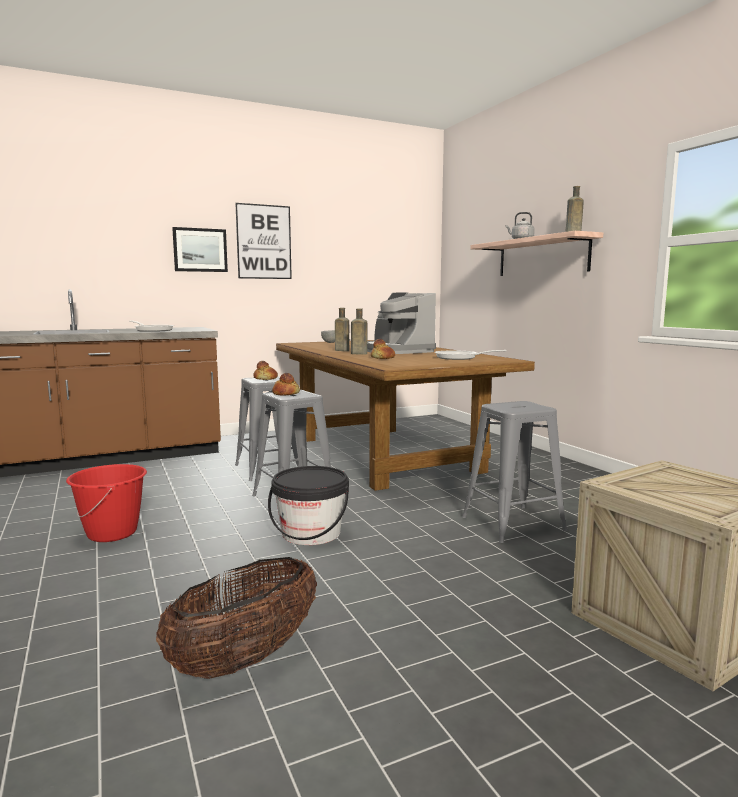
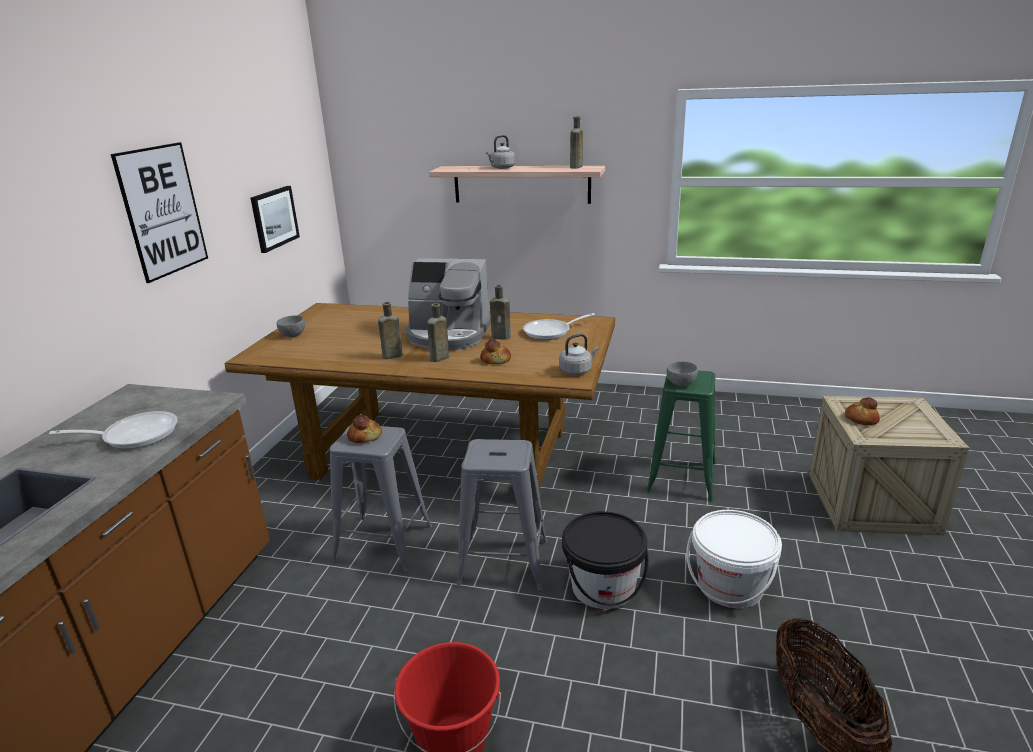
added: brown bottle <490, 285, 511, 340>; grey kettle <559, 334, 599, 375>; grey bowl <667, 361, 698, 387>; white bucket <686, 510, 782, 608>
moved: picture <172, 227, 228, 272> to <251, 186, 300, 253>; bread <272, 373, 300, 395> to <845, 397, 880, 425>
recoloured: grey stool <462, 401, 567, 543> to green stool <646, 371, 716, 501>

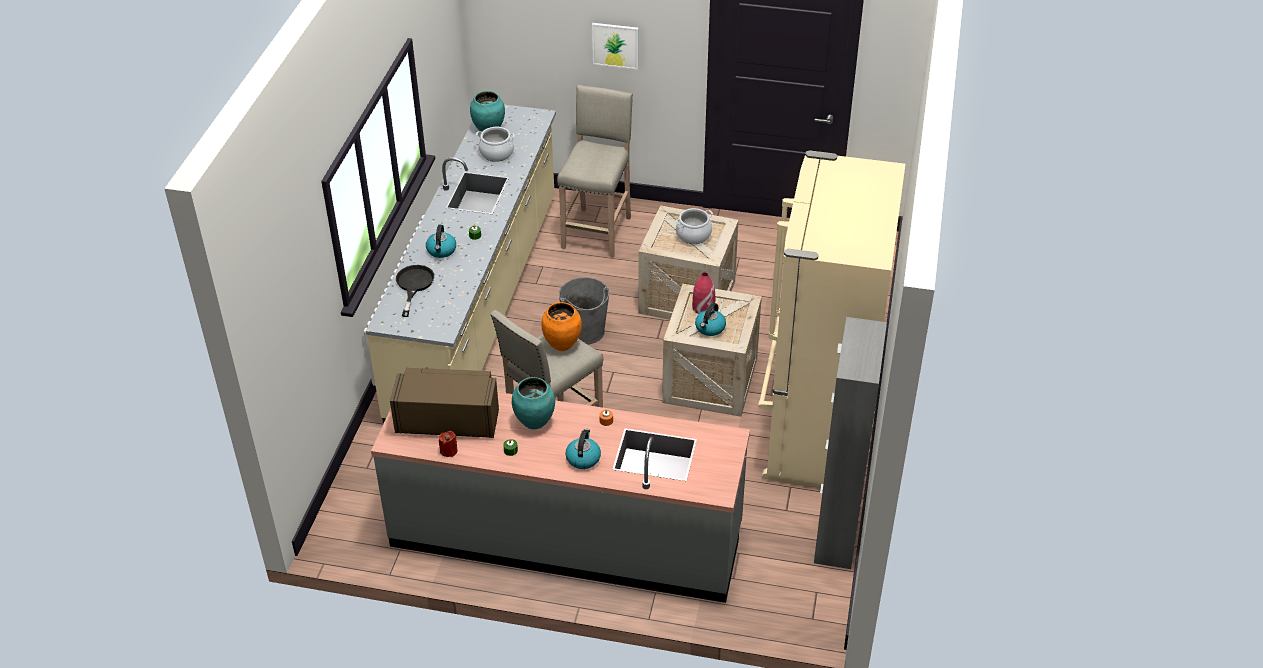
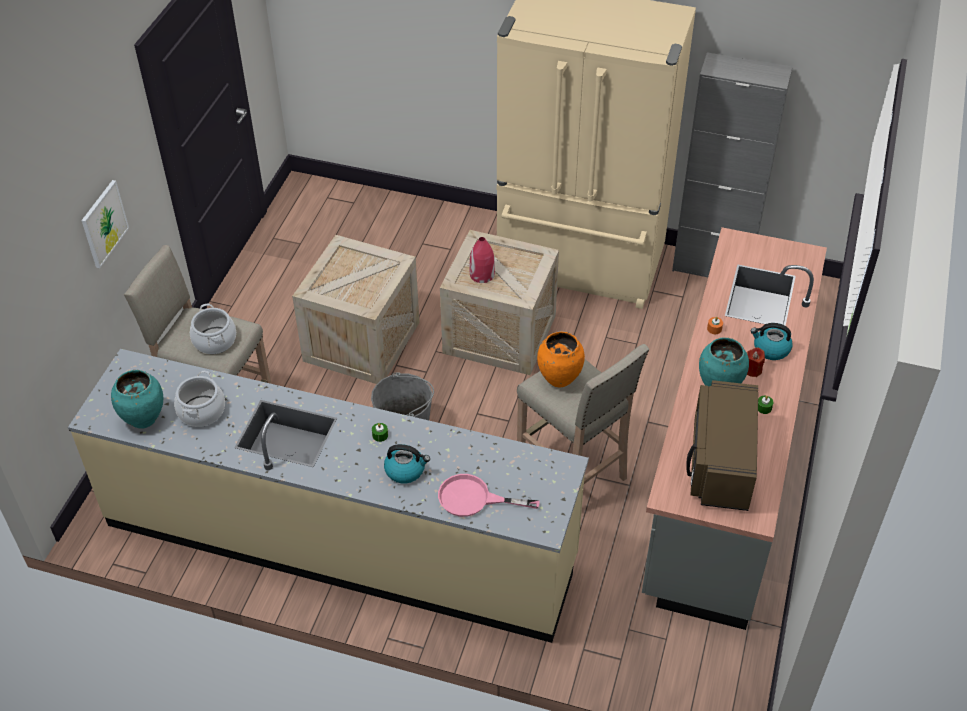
removed: kettle <695, 303, 726, 336>
moved: red candle <439, 431, 458, 457> to <747, 347, 765, 377>; cooking pot <675, 208, 713, 244> to <190, 303, 236, 354>
recoloured: black frying pan <396, 265, 434, 317> to pink frying pan <438, 474, 540, 517>

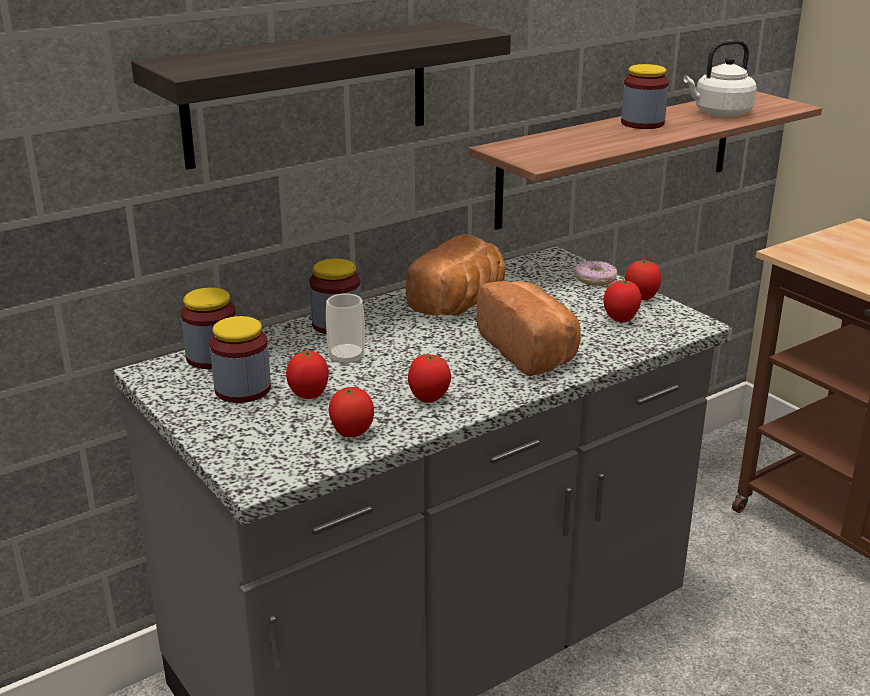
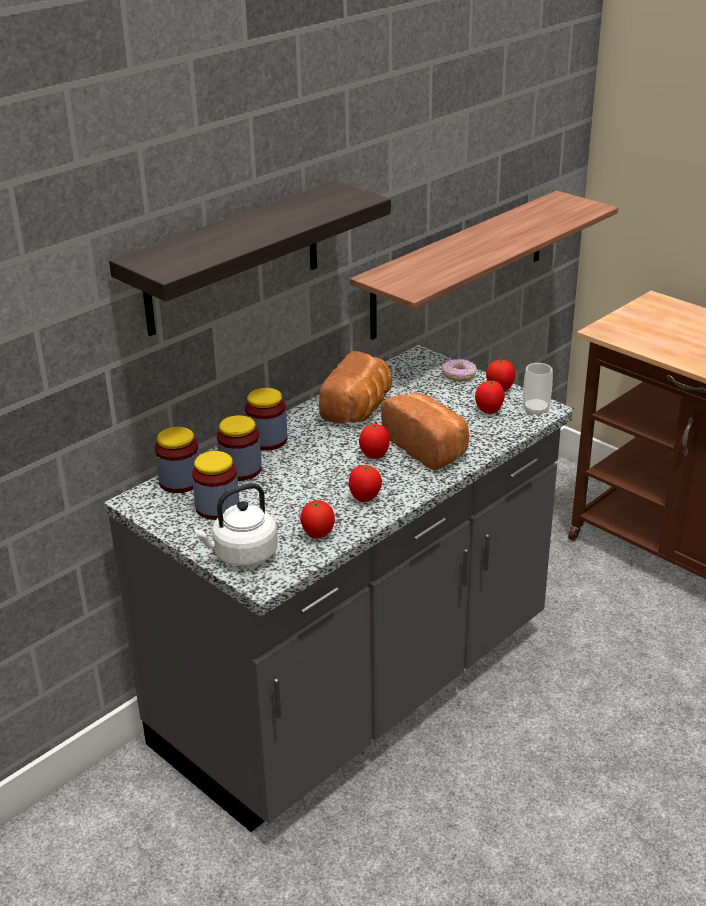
moved: tomato <286, 350, 329, 399> to <359, 423, 390, 459>; cup <326, 293, 365, 366> to <523, 363, 553, 416>; jar <621, 64, 669, 129> to <217, 415, 262, 481>; white kettle <683, 40, 757, 117> to <193, 483, 278, 567>

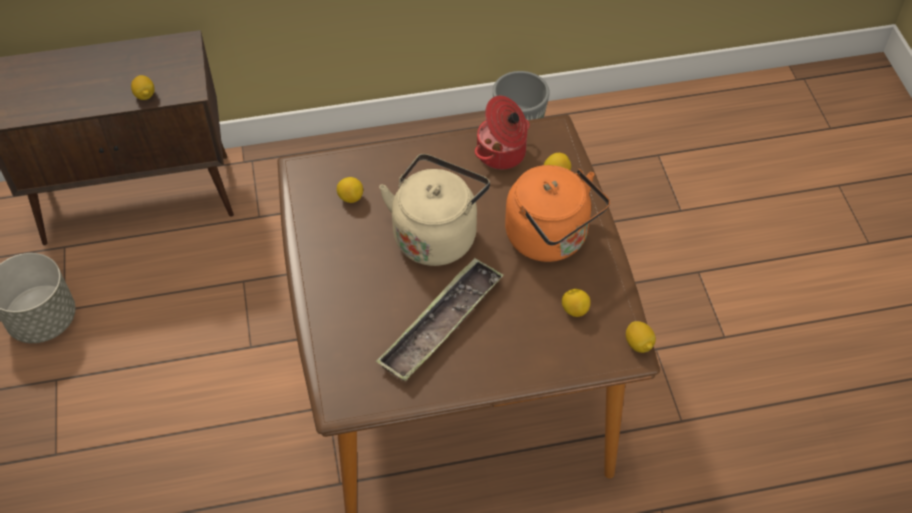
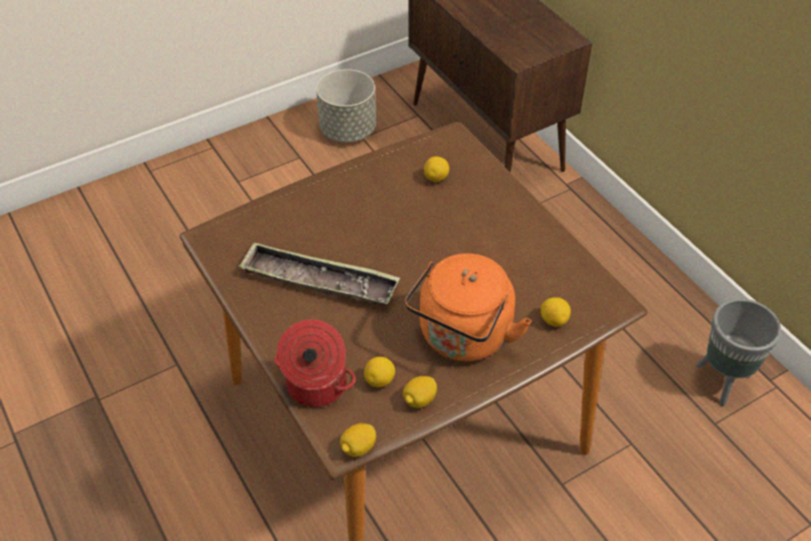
removed: beige kettle <379, 154, 490, 266>
moved: lemon <131, 75, 155, 100> to <403, 376, 437, 408>; cooking pot <475, 96, 530, 170> to <275, 319, 356, 407>

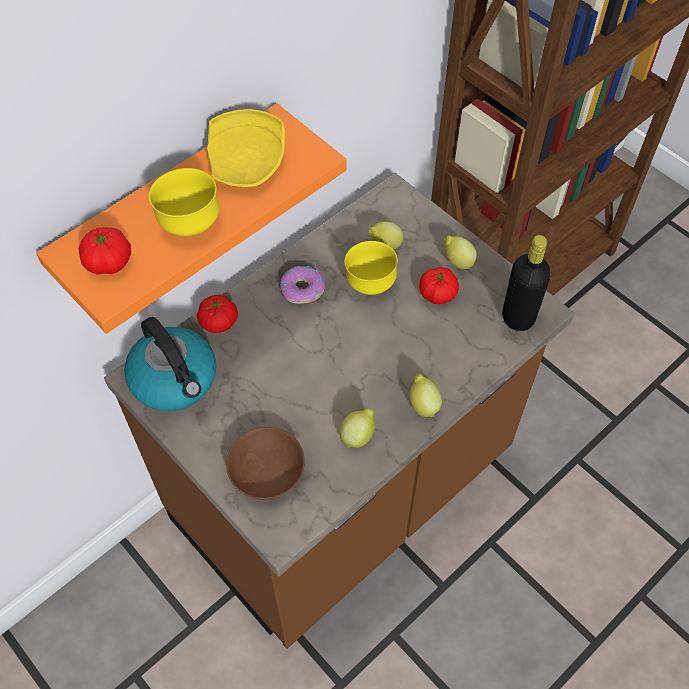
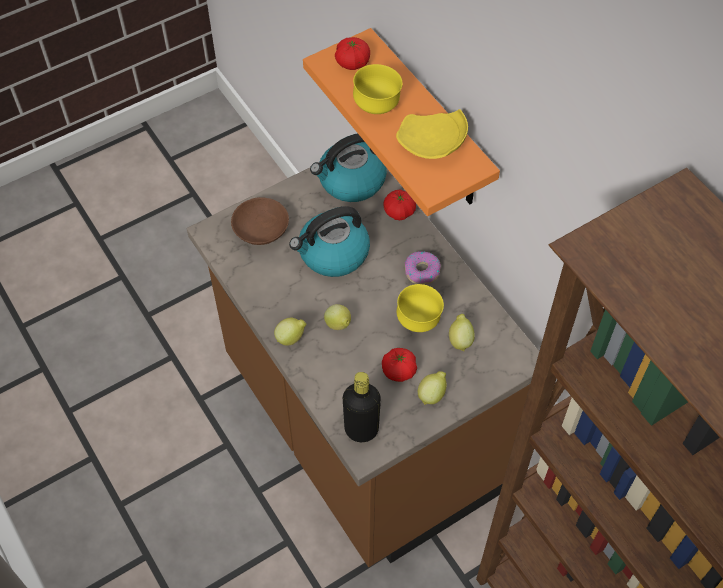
added: kettle <289, 206, 370, 277>
moved: lemon <340, 408, 375, 448> to <324, 304, 351, 330>

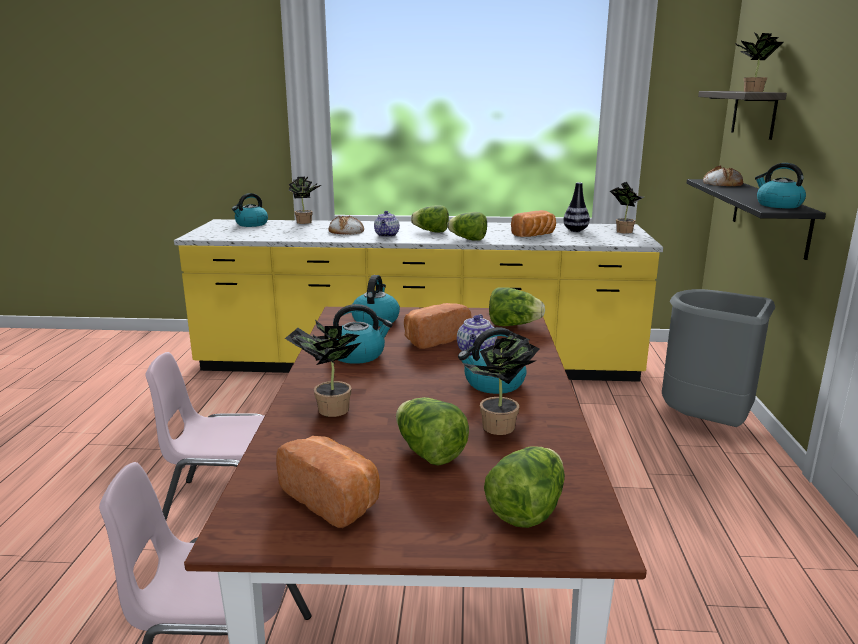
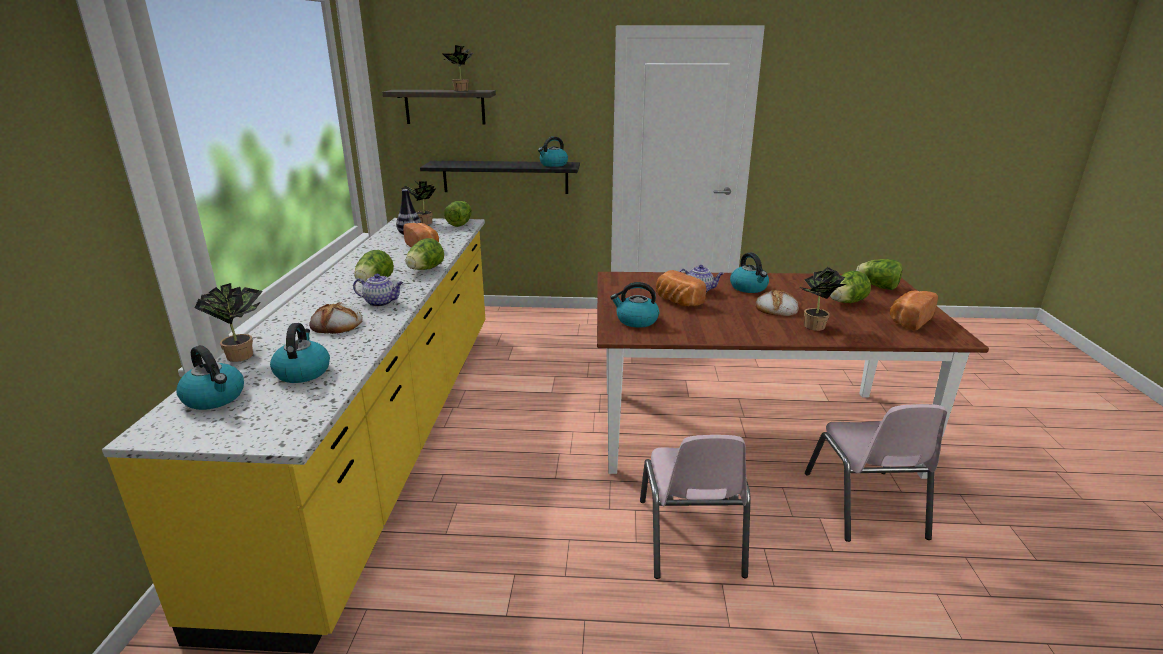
removed: potted plant <463, 332, 540, 435>; grey trash can <662, 289, 775, 427>
moved: kettle <333, 304, 393, 364> to <270, 323, 330, 383>; lettuce <489, 287, 545, 326> to <444, 201, 472, 227>; bread <703, 165, 743, 186> to <756, 289, 799, 316>

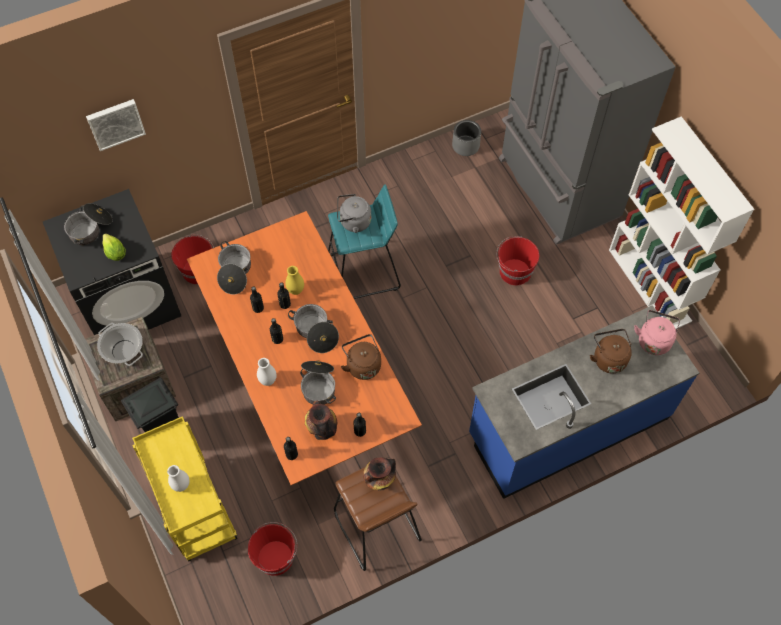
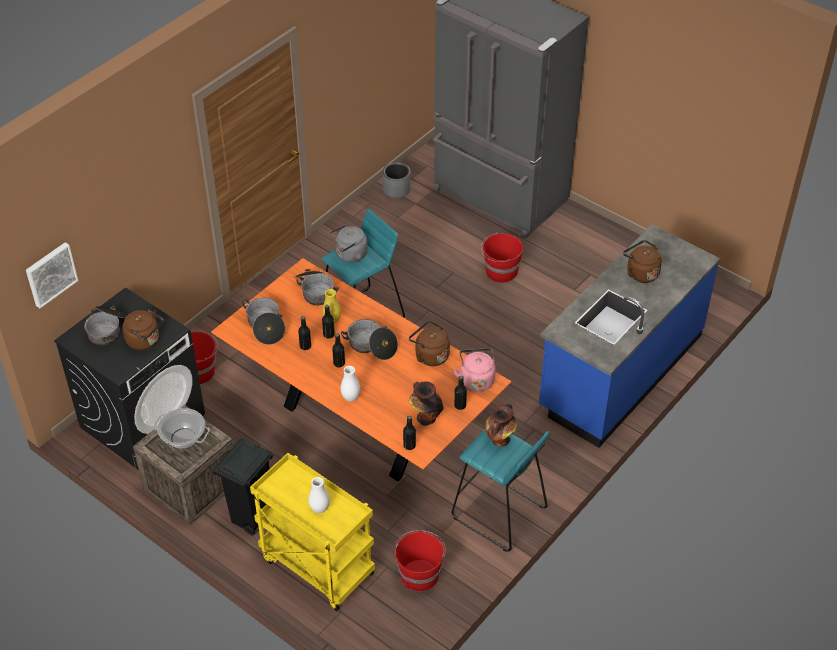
removed: white bookcase <609, 116, 754, 329>
moved: picture <86, 99, 146, 151> to <26, 242, 78, 308>; cooking pot <300, 361, 336, 405> to <294, 269, 339, 305>; pink kettle <634, 310, 680, 355> to <453, 348, 496, 392>
replaced: lettuce <102, 233, 126, 261> to brown kettle <122, 309, 164, 350>
recoloured: brown stool <334, 467, 422, 571> to turquoise stool <452, 429, 550, 552>

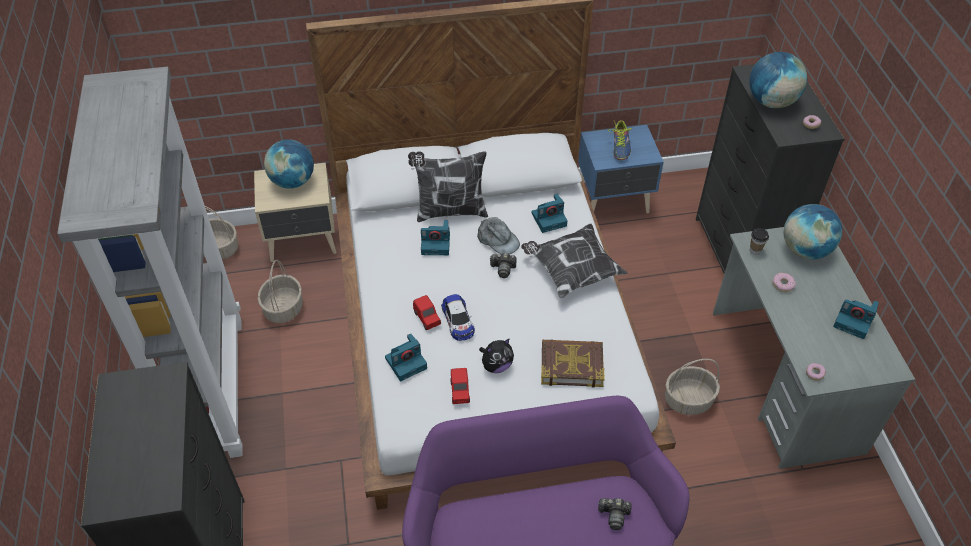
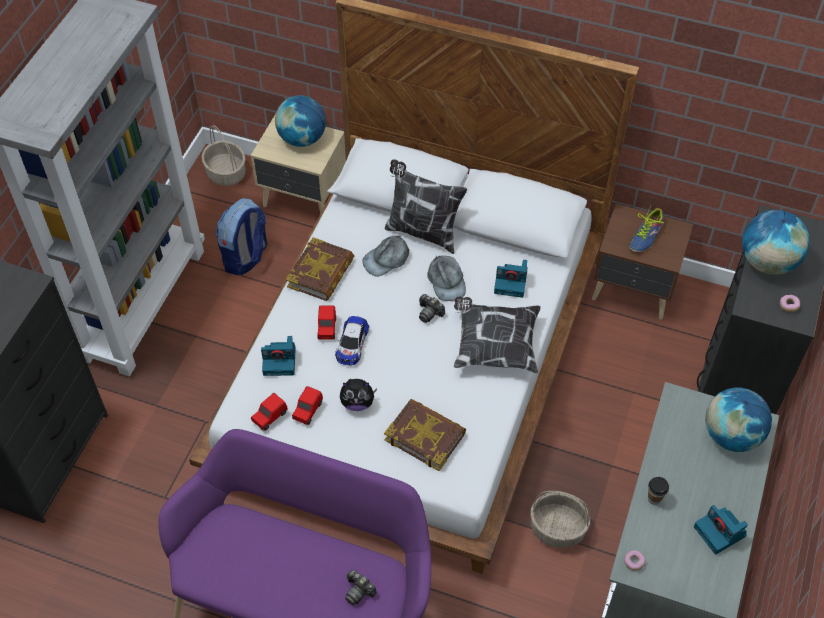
removed: donut <772, 273, 796, 292>
added: red toy car <251, 393, 288, 431>; book <286, 237, 354, 301>
moved: cup <750, 228, 769, 255> to <648, 477, 669, 505>
replaced: basket <258, 260, 303, 323> to backpack <215, 198, 267, 275>; photo camera <421, 220, 450, 255> to grey cap <362, 236, 409, 277>
recoloured: blue nightstand <578, 125, 664, 214> to brown nightstand <592, 204, 693, 320>

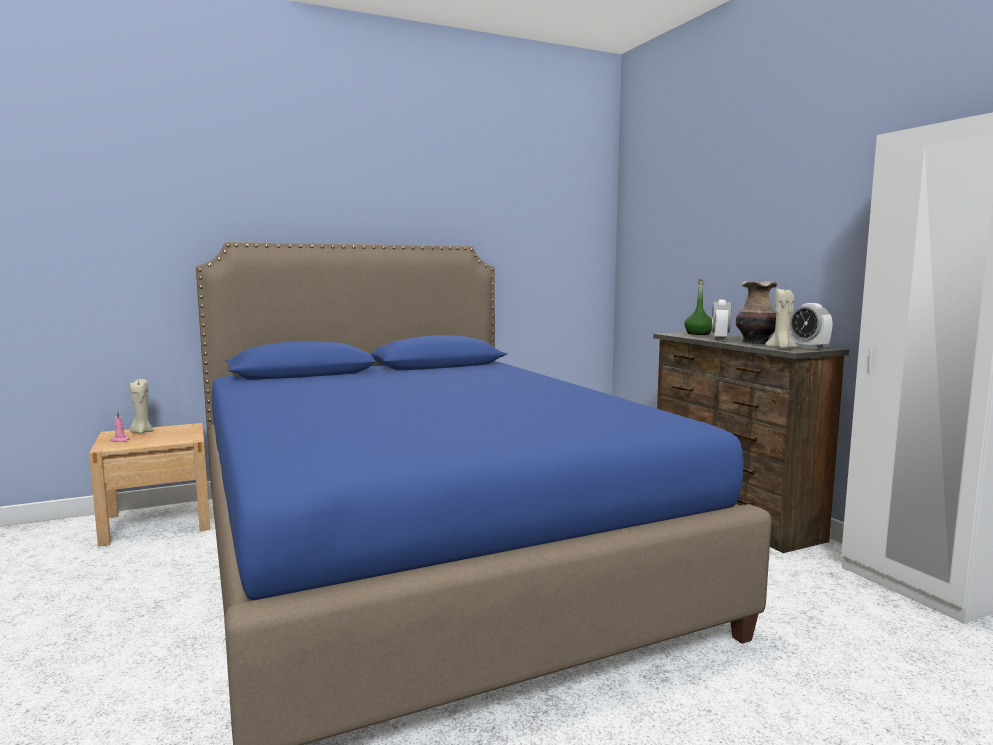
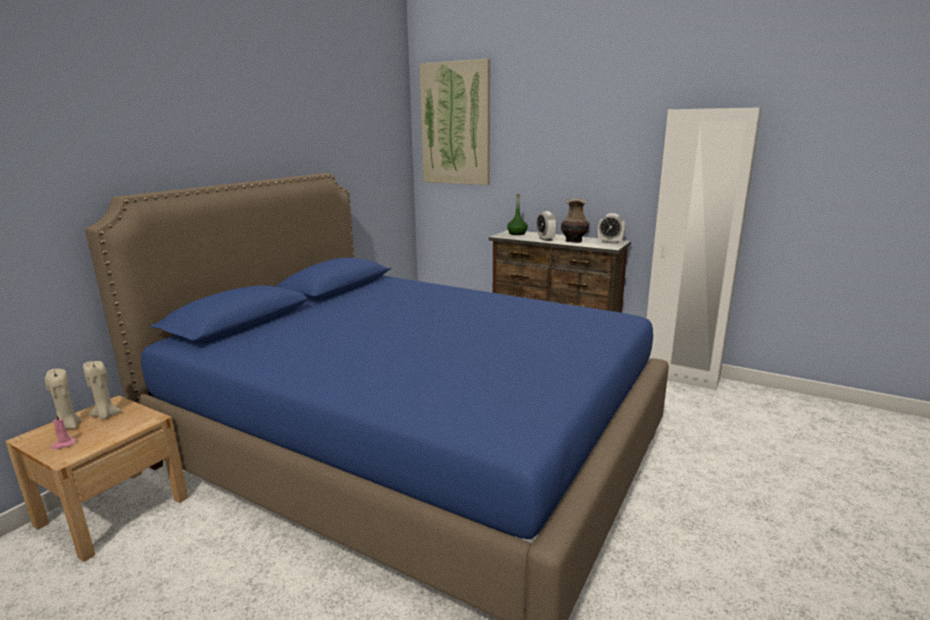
added: picture <419, 58, 490, 185>
moved: beige candle <765, 286, 797, 349> to <83, 361, 122, 420>

